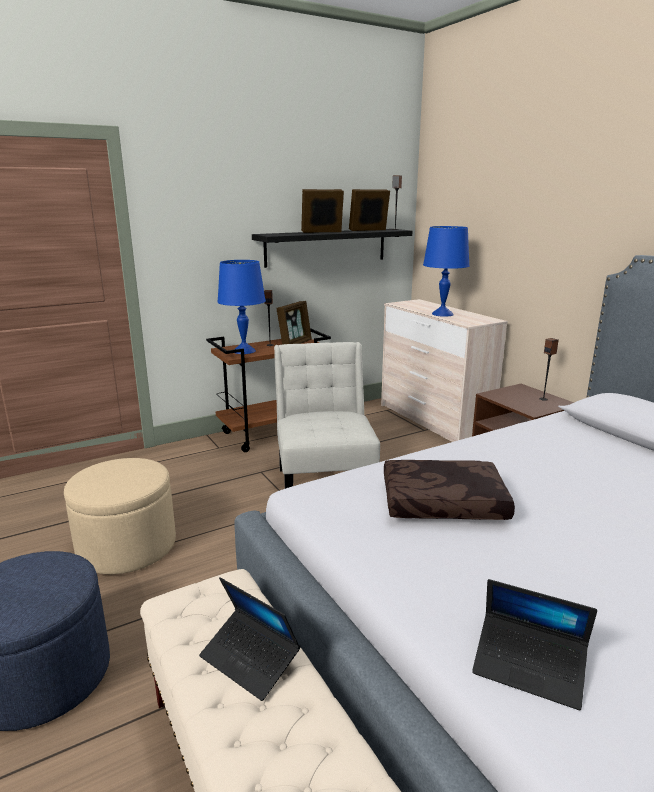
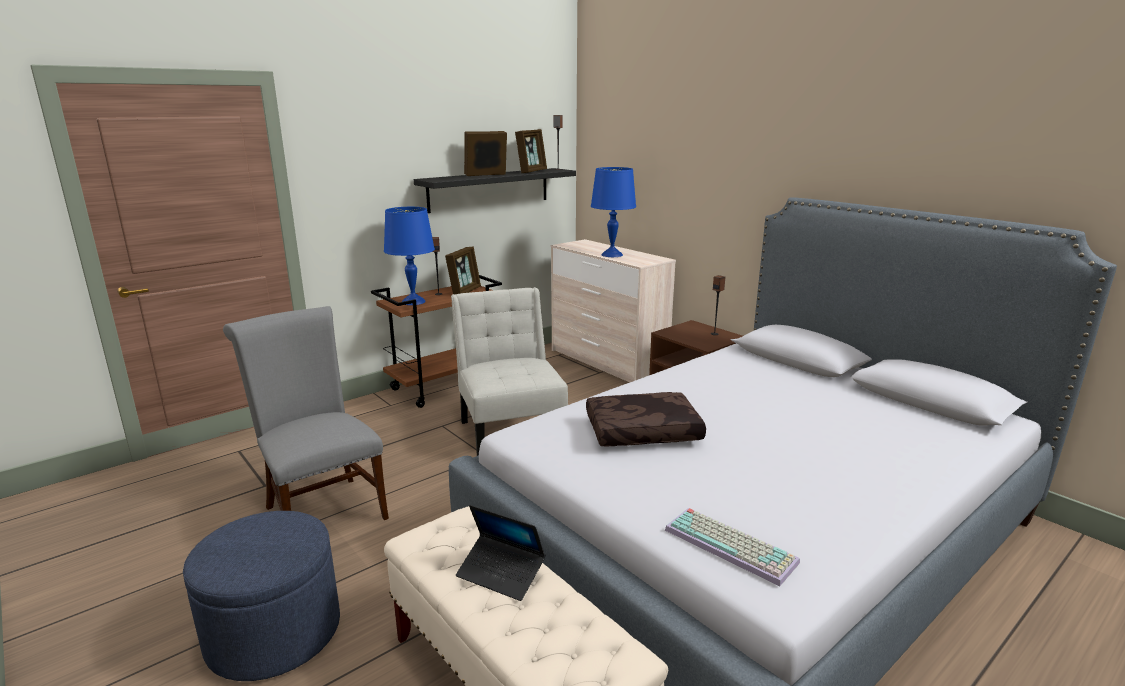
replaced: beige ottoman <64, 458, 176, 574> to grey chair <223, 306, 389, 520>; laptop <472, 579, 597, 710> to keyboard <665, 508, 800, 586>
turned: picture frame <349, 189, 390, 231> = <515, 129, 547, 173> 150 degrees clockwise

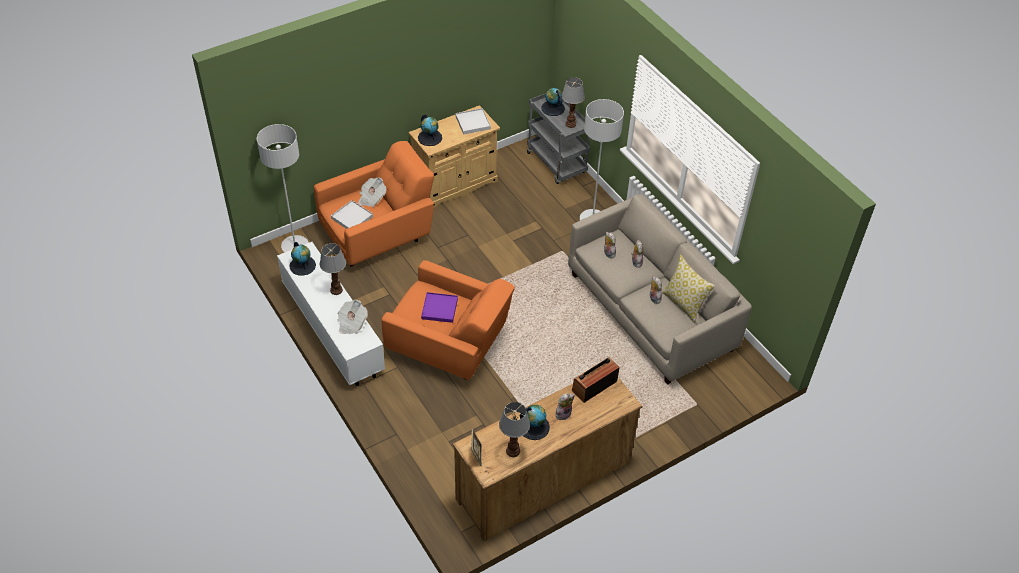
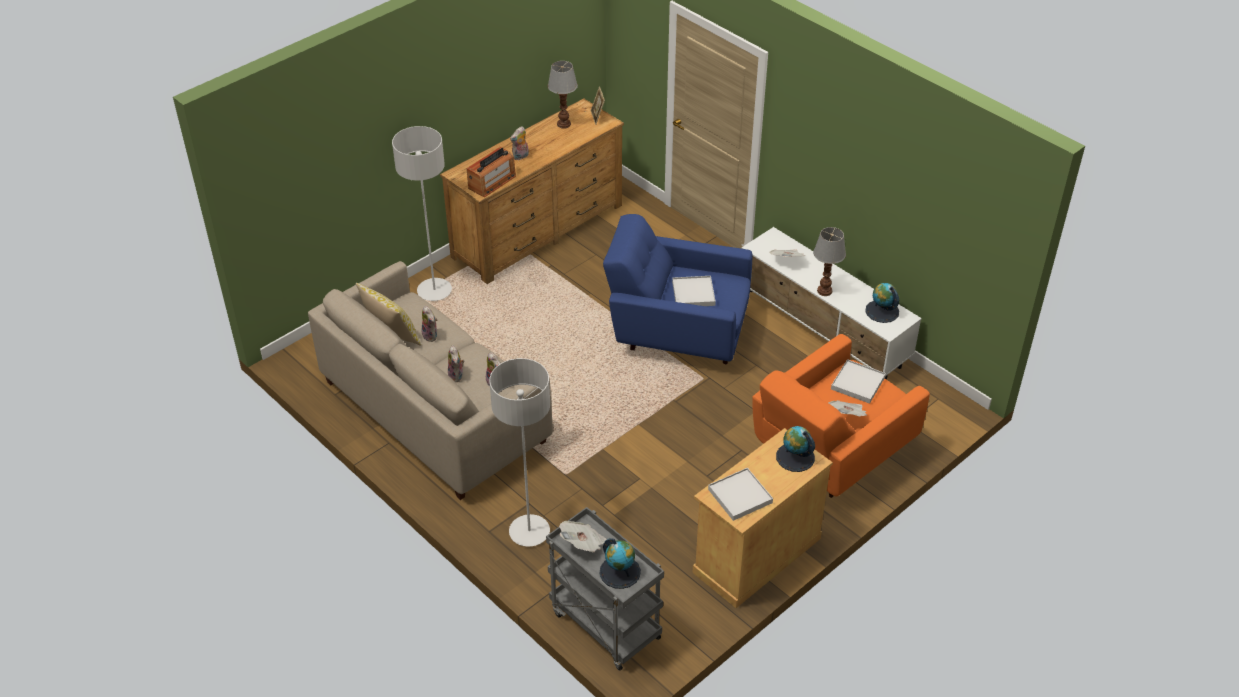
removed: globe <520, 404, 550, 440>
moved: grey floor lamp <257, 124, 309, 252> to <392, 126, 452, 301>
replaced: table lamp <561, 77, 585, 128> to newspaper <559, 521, 607, 552>
recoloured: orange armchair <381, 260, 515, 380> to blue armchair <603, 214, 752, 364>; purple tray <421, 292, 458, 323> to white tray <672, 276, 716, 306>

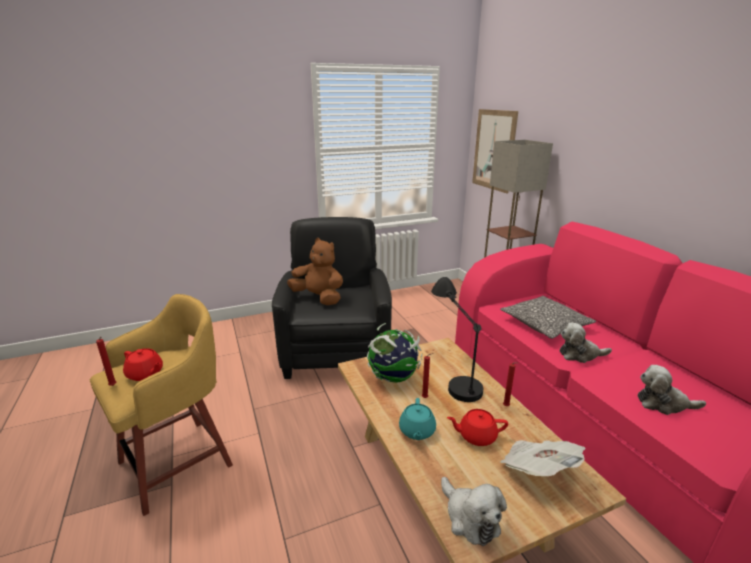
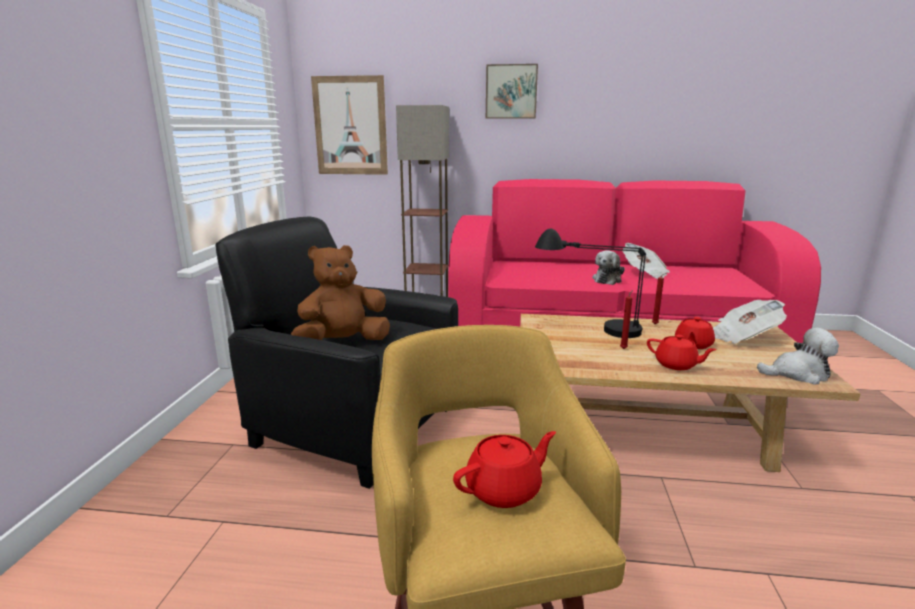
removed: red candle <96, 337, 116, 386>; globe <367, 323, 422, 383>; pillow <500, 296, 596, 339>; plush toy <638, 365, 706, 415>
added: picture <486, 64, 538, 119>; newspaper <622, 243, 670, 279>
recoloured: turquoise teapot <399, 398, 436, 440> to red teapot <647, 335, 717, 370>

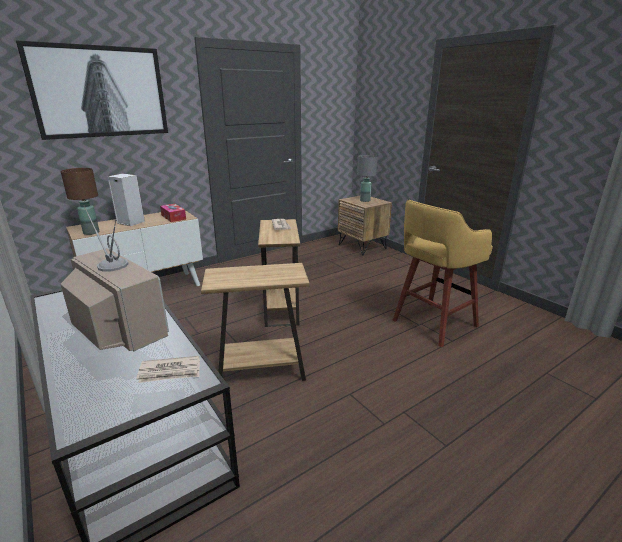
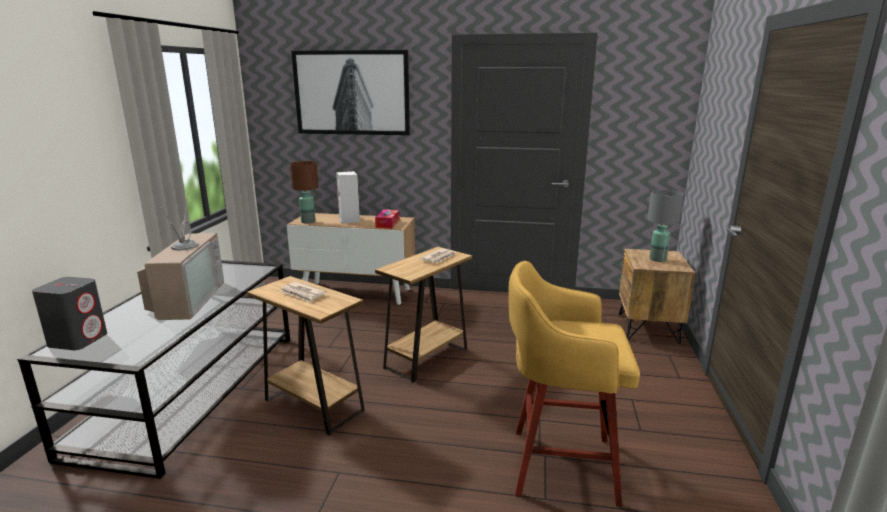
added: grey speaker <32, 277, 107, 350>
moved: newspaper <136, 356, 200, 383> to <279, 282, 326, 303>

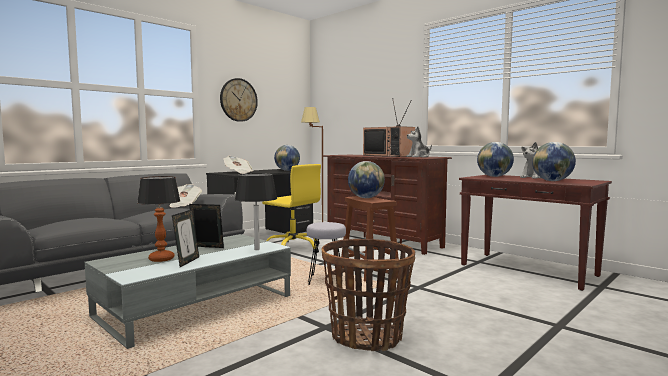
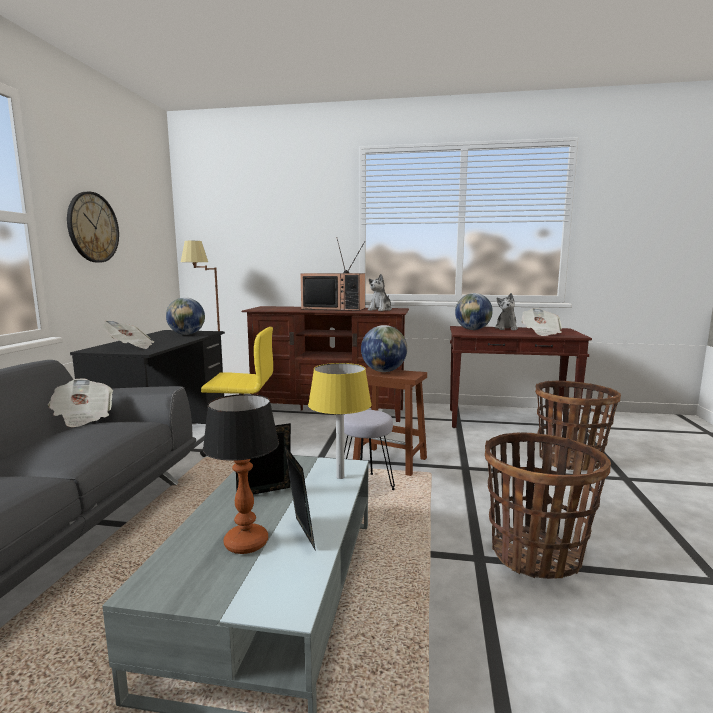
added: basket <535, 380, 621, 470>
replaced: globe <532, 142, 576, 181> to newspaper <521, 308, 562, 336>
recoloured: black table lamp <235, 173, 277, 250> to yellow table lamp <308, 363, 372, 479>

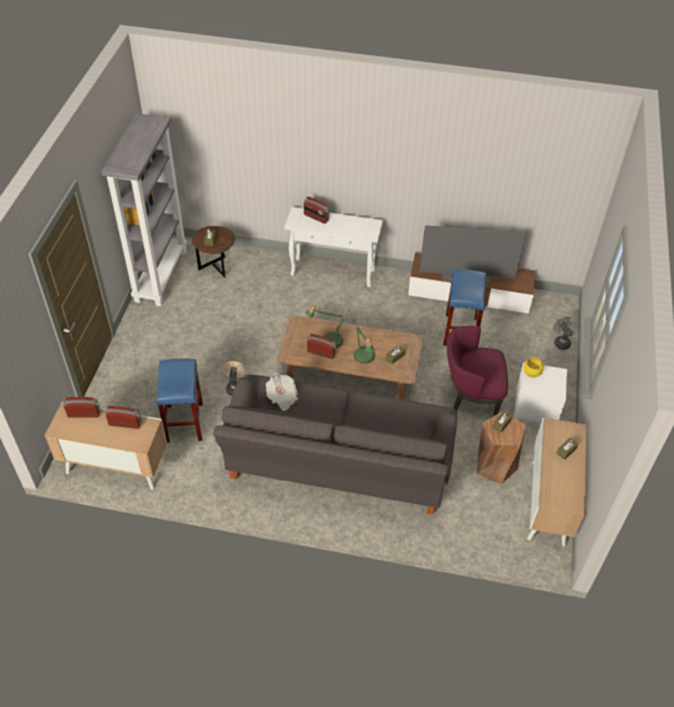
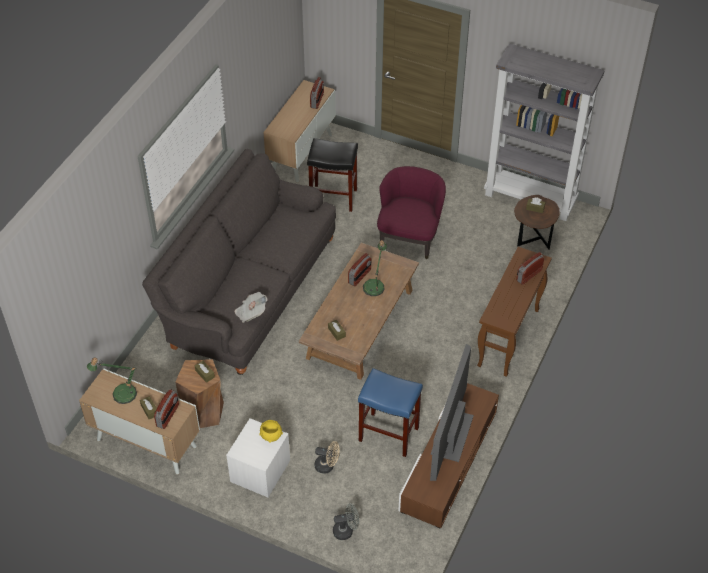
moved: radio <105, 406, 142, 429> to <154, 389, 179, 429>; beige fan <222, 361, 245, 396> to <315, 441, 340, 473>; newspaper <266, 373, 298, 411> to <235, 292, 268, 323>; table lamp <354, 327, 375, 363> to <87, 357, 137, 404>; purple armchair <446, 326, 508, 416> to <377, 166, 446, 260>
recoloured: blue stool <157, 359, 203, 443> to black stool <307, 138, 358, 212>; white console table <284, 207, 383, 287> to brown console table <477, 247, 552, 377>

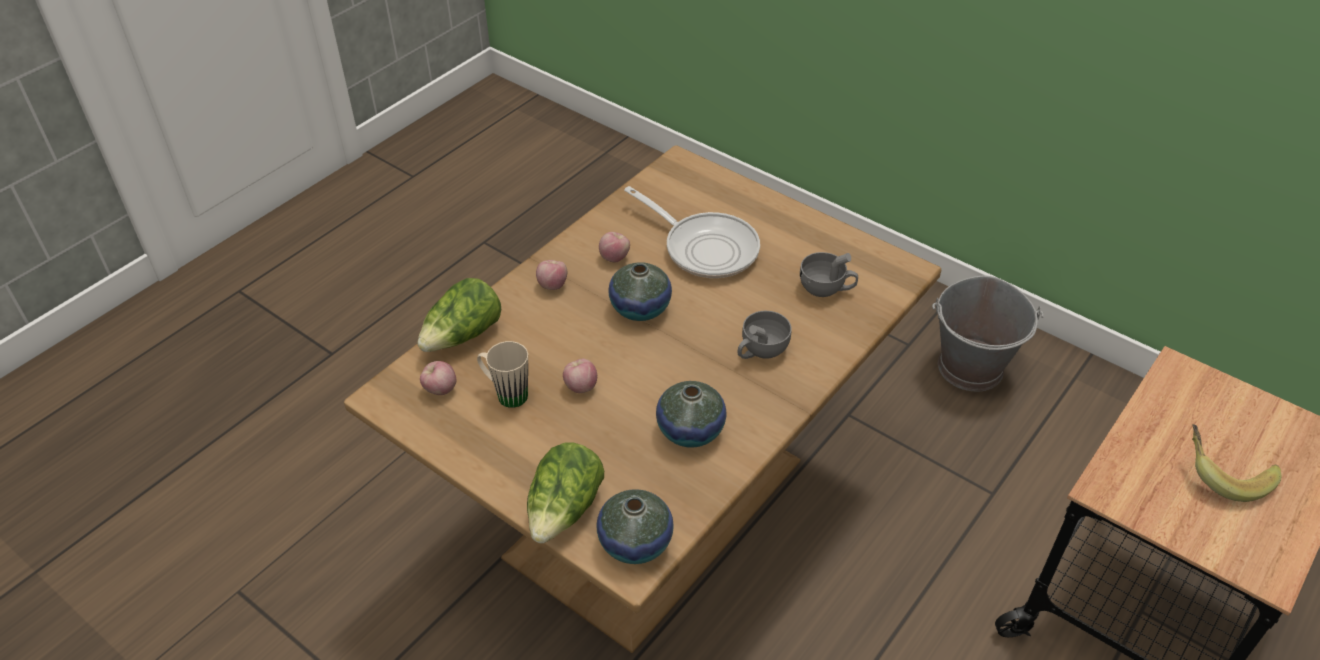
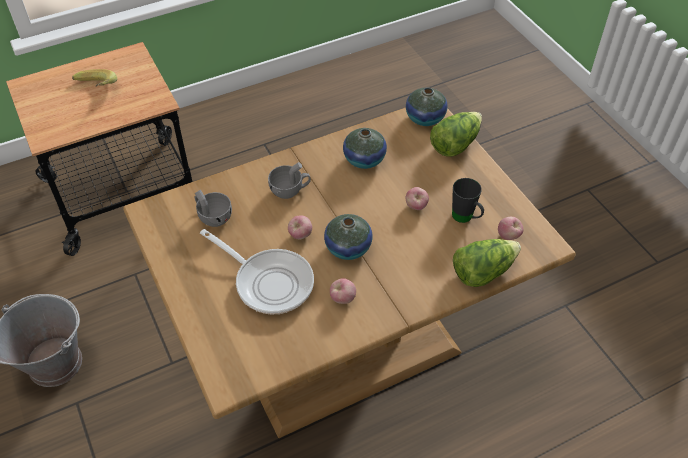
moved: apple <536, 260, 567, 290> to <288, 216, 312, 239>
recoloured: beige mug <477, 341, 528, 408> to black mug <452, 178, 484, 223>
turned: frying pan <624, 186, 760, 278> = <200, 229, 314, 315> 150 degrees clockwise

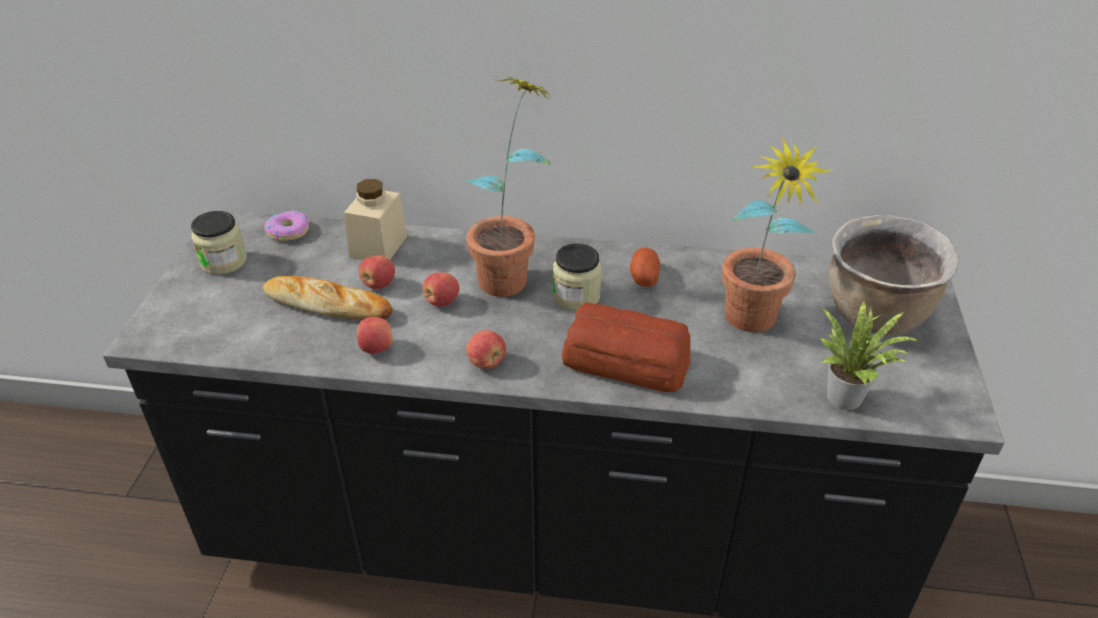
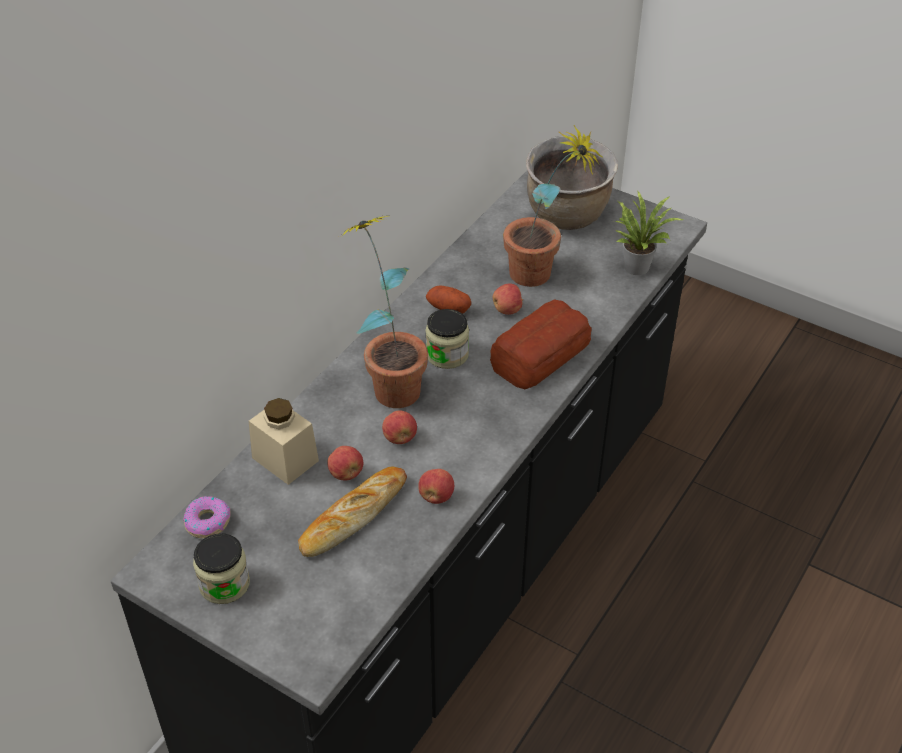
moved: apple <466, 330, 506, 368> to <493, 283, 523, 315>

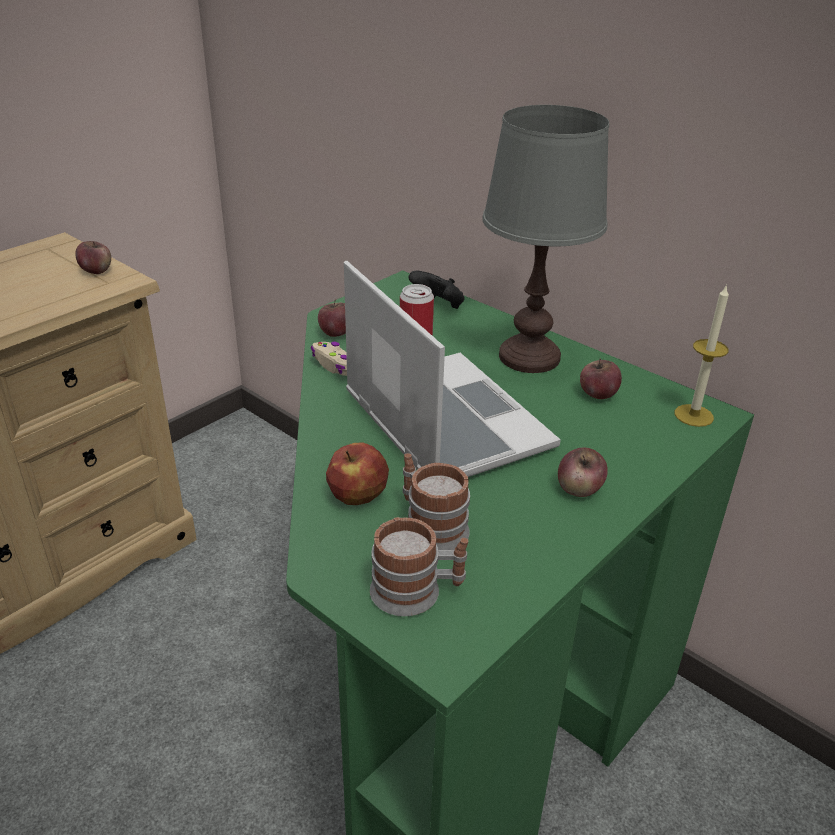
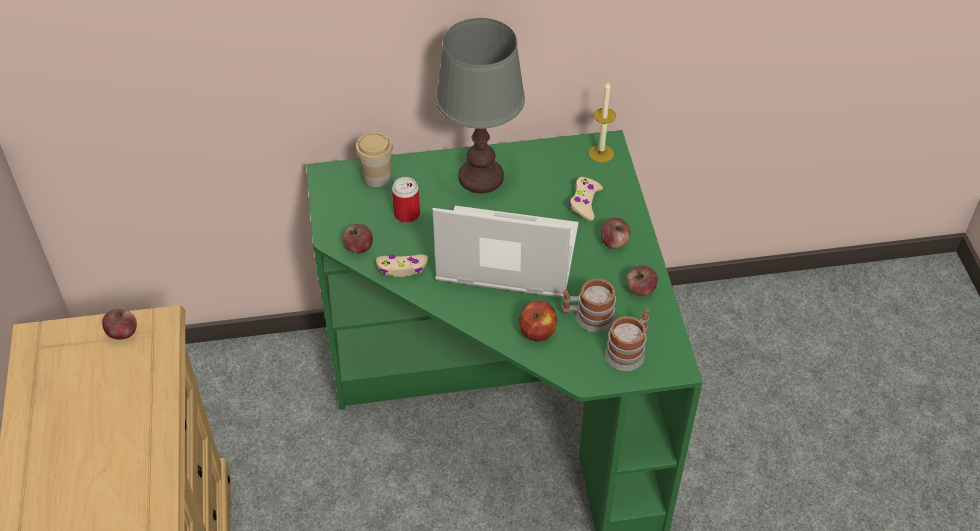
added: beige game controller <569, 177, 603, 221>
moved: apple <580, 358, 622, 399> to <626, 266, 658, 296>
replaced: black game controller <408, 270, 465, 309> to cup <356, 132, 393, 187>

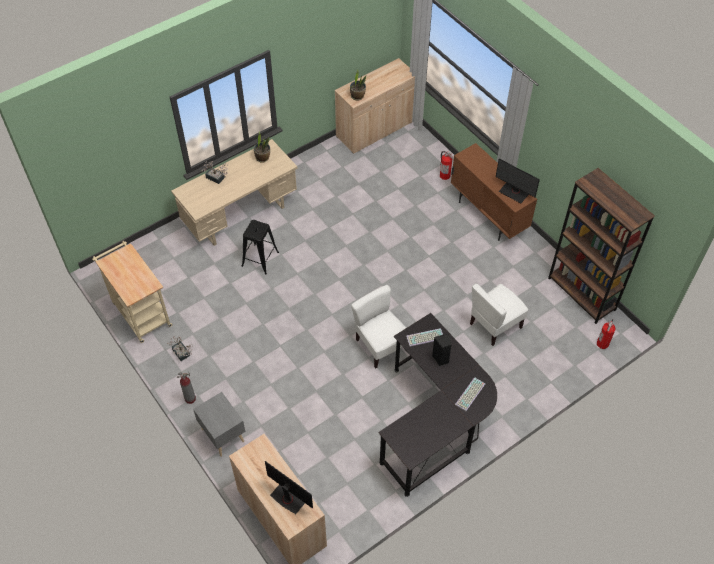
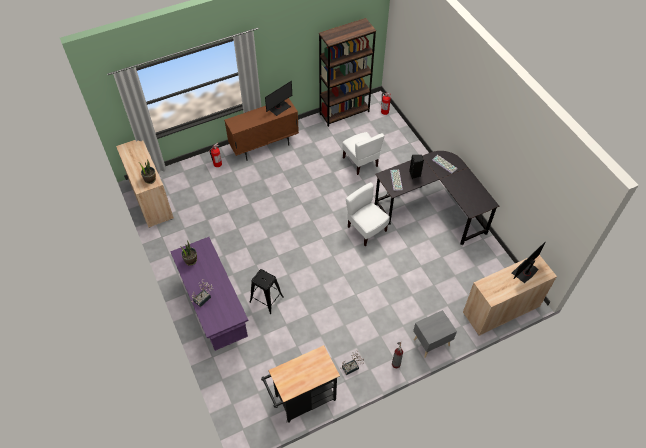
recoloured: beige cart <92, 241, 172, 343> to black cart <261, 345, 340, 422>; beige desk <171, 139, 298, 246> to purple desk <170, 237, 249, 351>
turned: white chair <351, 285, 406, 368> = <346, 182, 390, 246> 75 degrees clockwise

